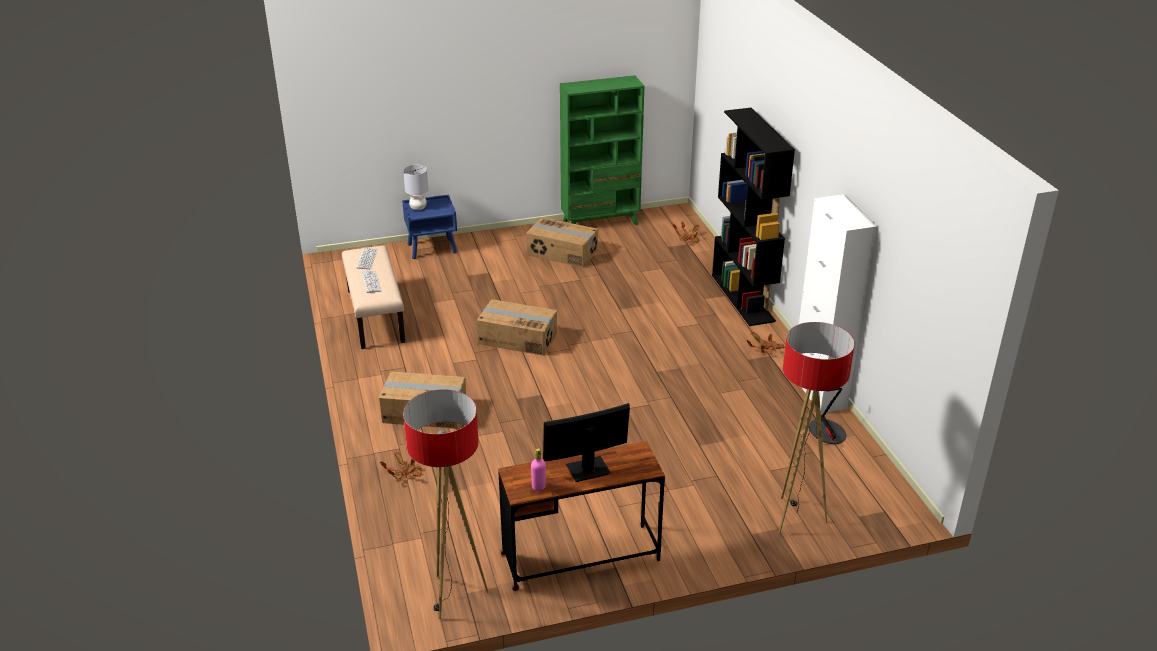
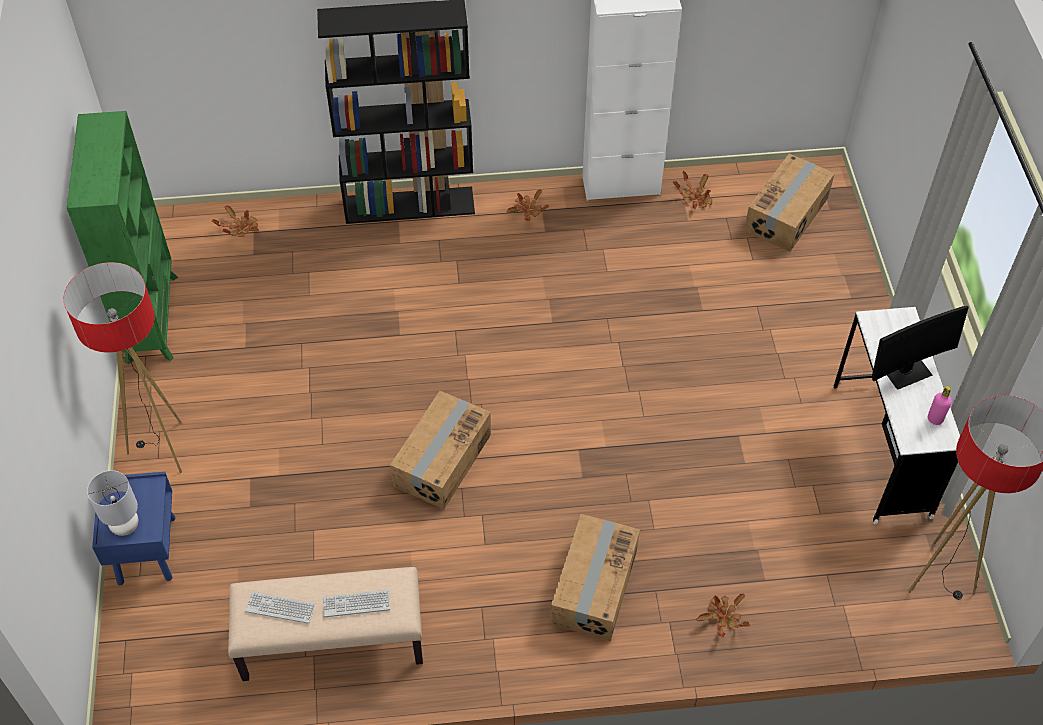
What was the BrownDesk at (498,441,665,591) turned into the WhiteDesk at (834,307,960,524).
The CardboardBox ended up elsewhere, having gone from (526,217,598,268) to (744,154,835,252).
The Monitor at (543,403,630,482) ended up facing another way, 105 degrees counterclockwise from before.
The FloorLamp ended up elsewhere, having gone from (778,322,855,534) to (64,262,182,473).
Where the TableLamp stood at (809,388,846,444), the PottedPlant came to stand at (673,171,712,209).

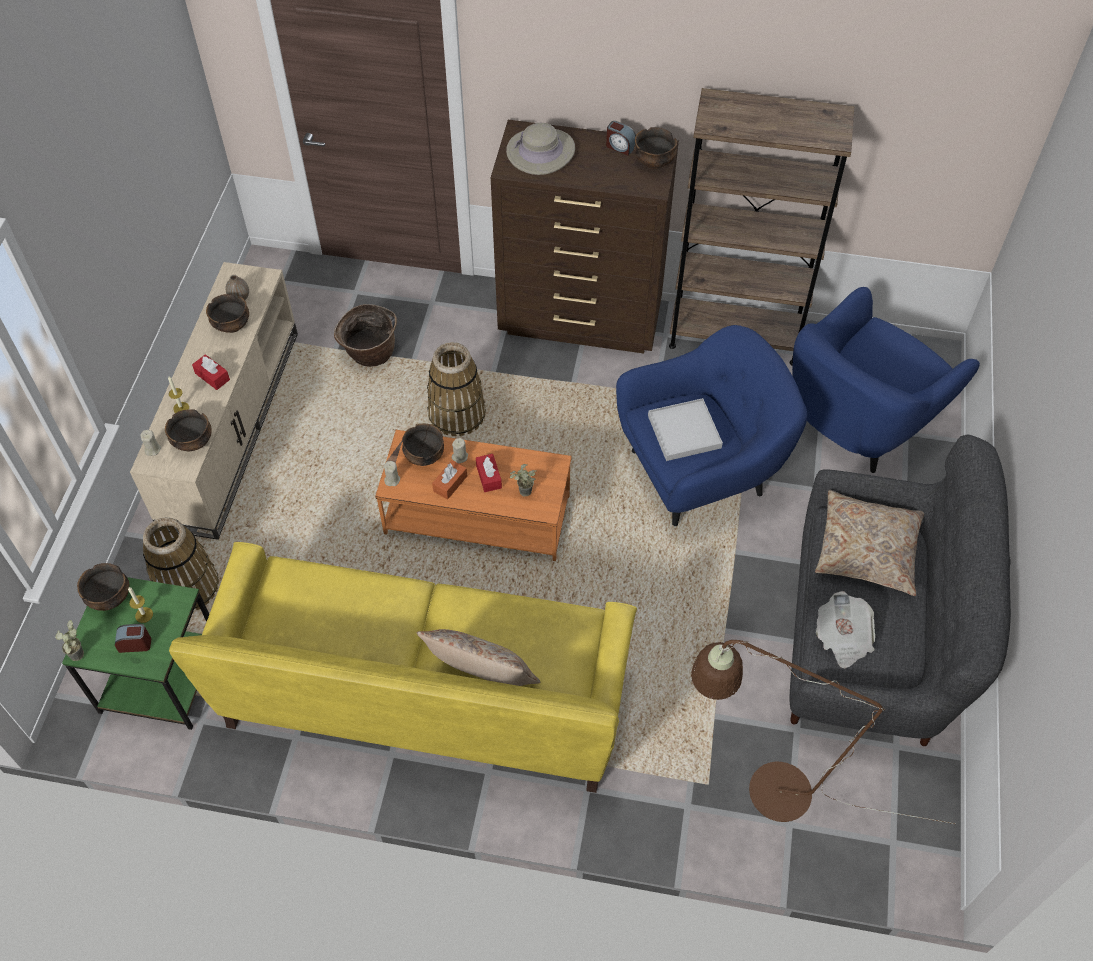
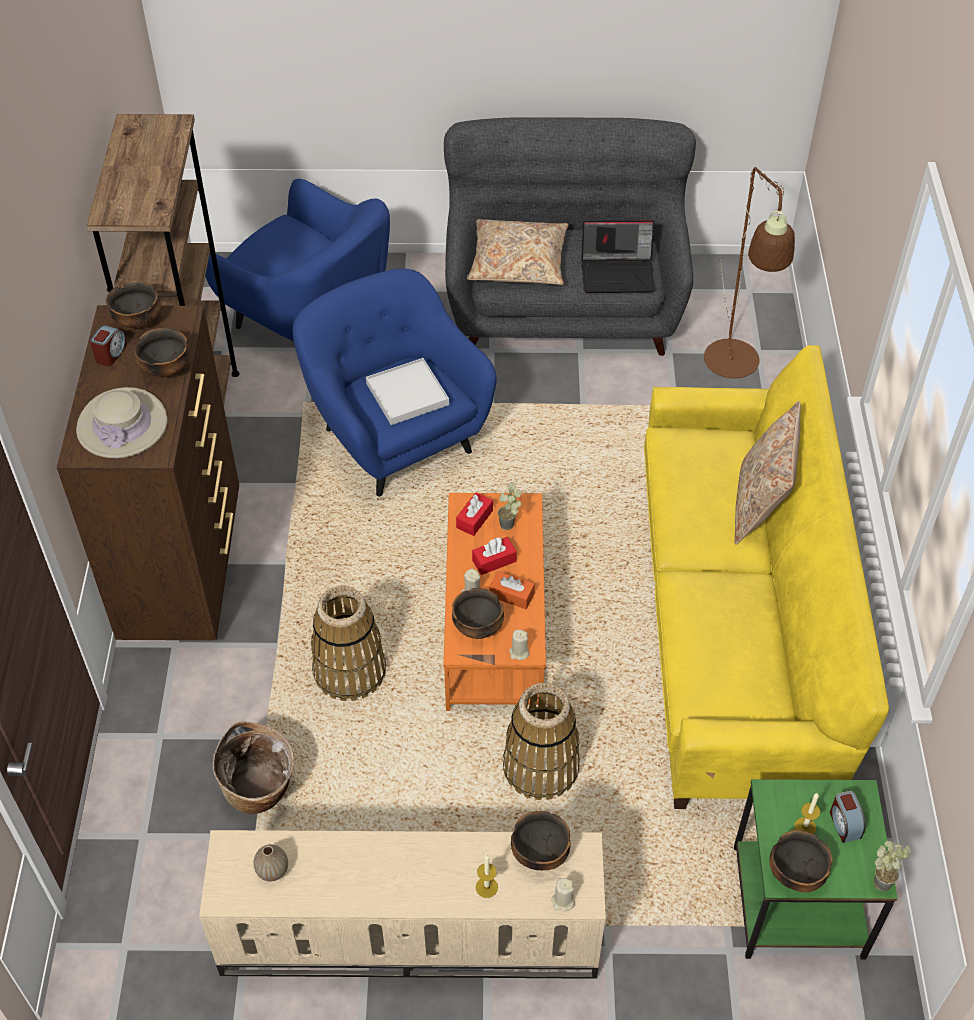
The Basket ended up elsewhere, having gone from (143,517,219,610) to (503,683,580,800).
The RedTissueBox ended up elsewhere, having gone from (192,354,230,390) to (456,492,493,536).
The Bowl ended up elsewhere, having gone from (206,294,249,333) to (134,328,190,377).
Where the Newspaper stood at (816,591,875,669), the Laptop came to stand at (581,220,655,293).

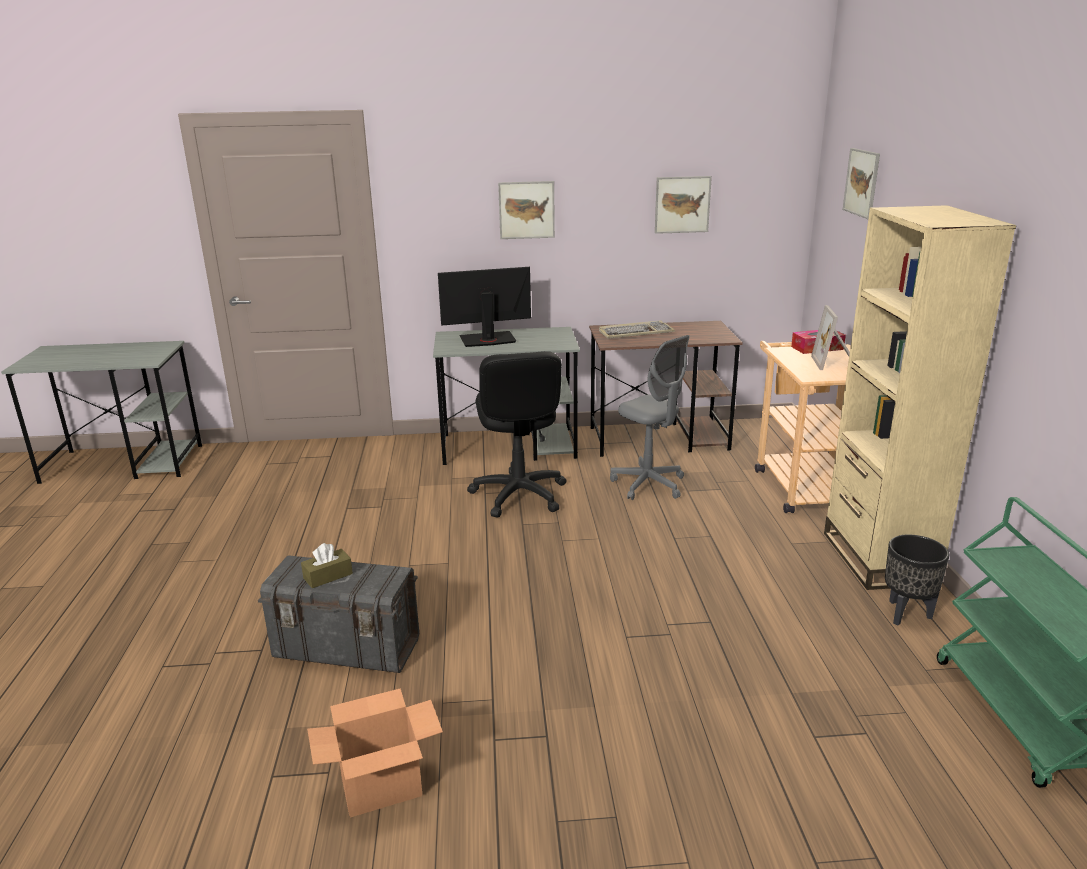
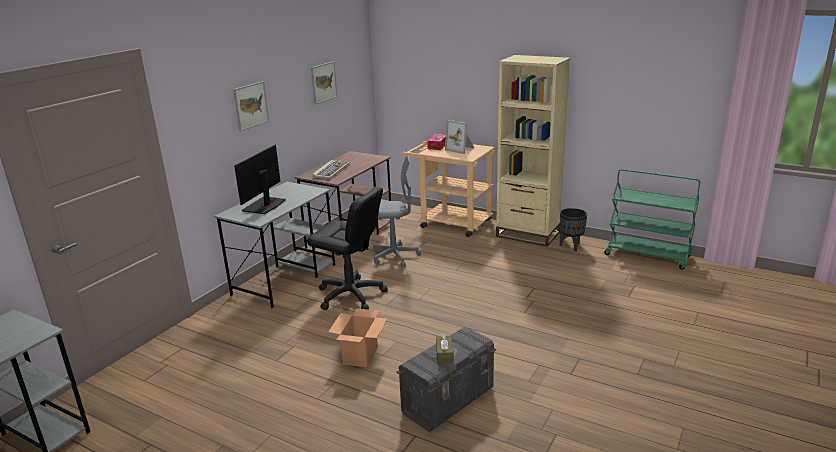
The CardboardBox ended up elsewhere, having gone from (307,688,443,818) to (328,308,387,367).
The second view lost the Picture at (843,148,880,219).

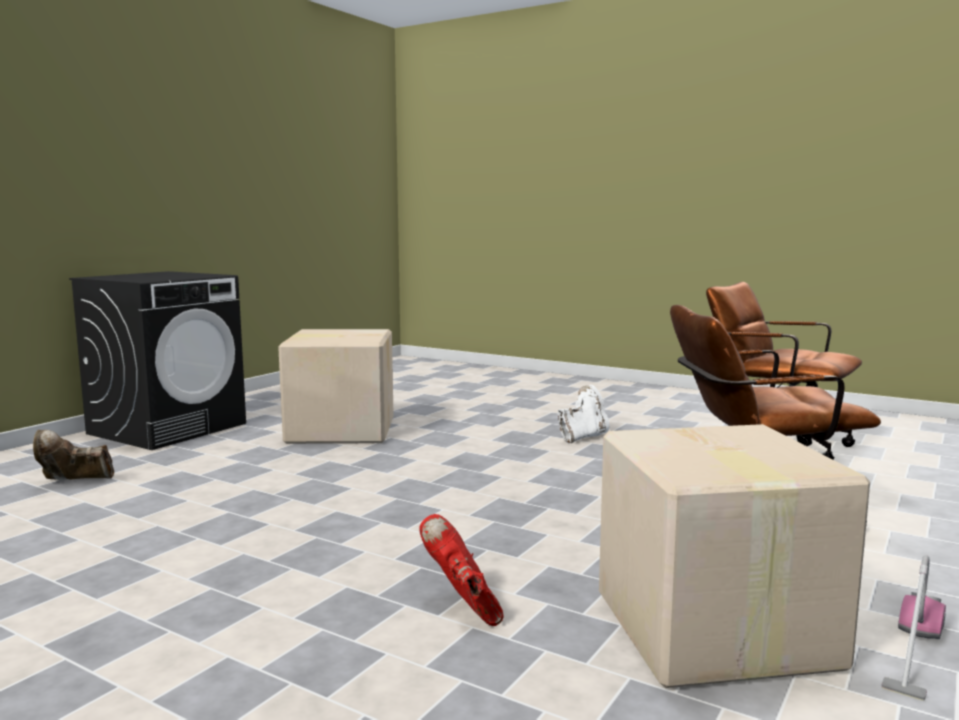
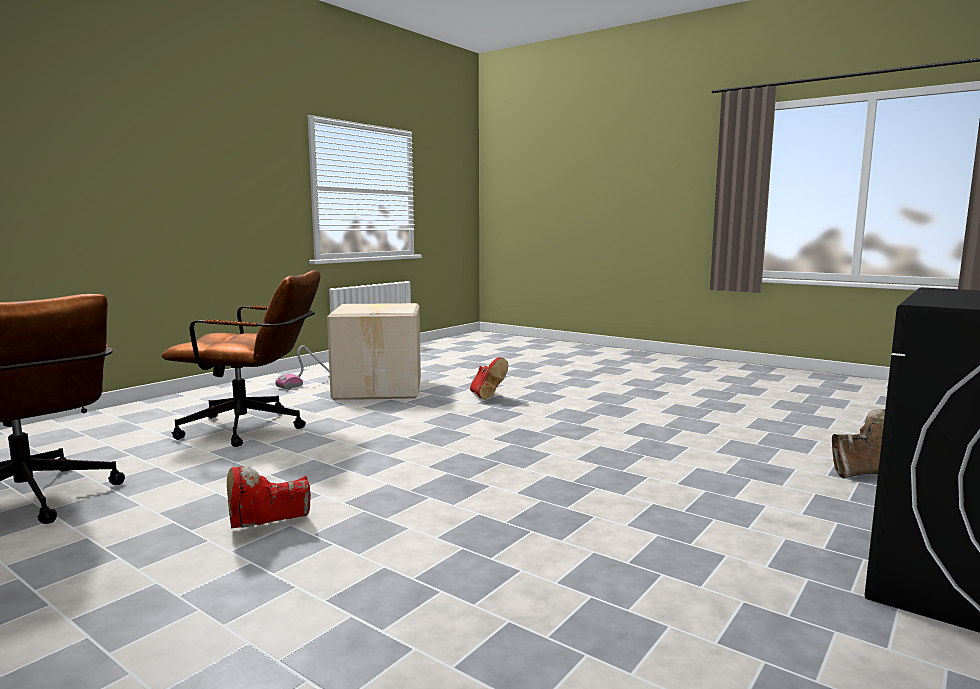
The second view lost the CardboardBox at (278,329,394,444).
What was the WhiteBoot at (557,385,609,444) turned into the RedBoot at (227,466,311,528).

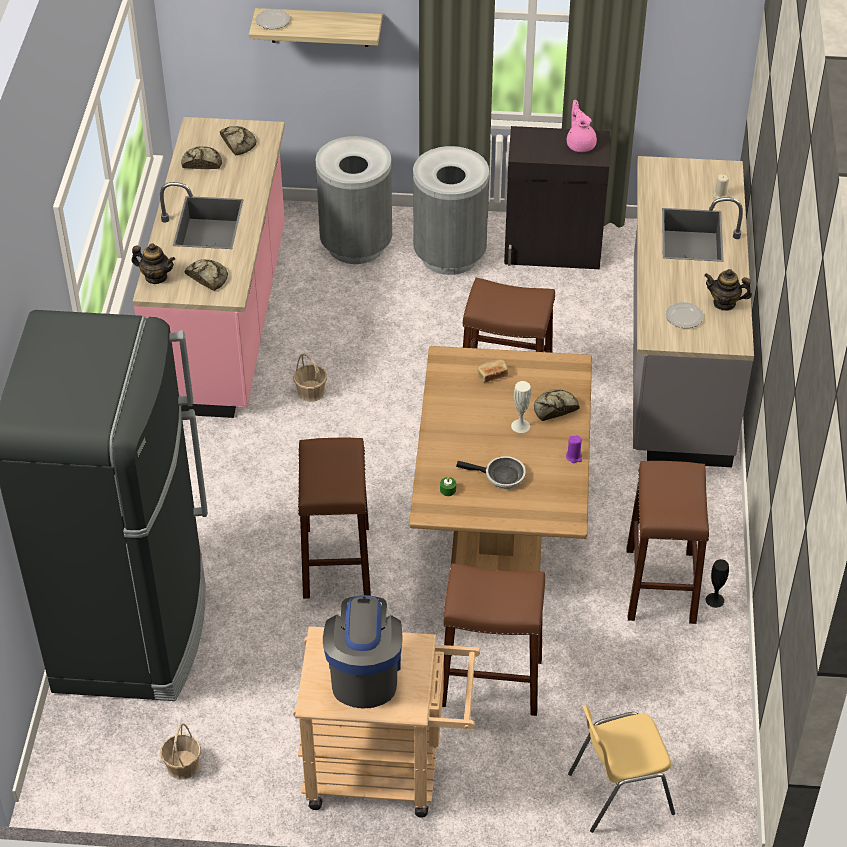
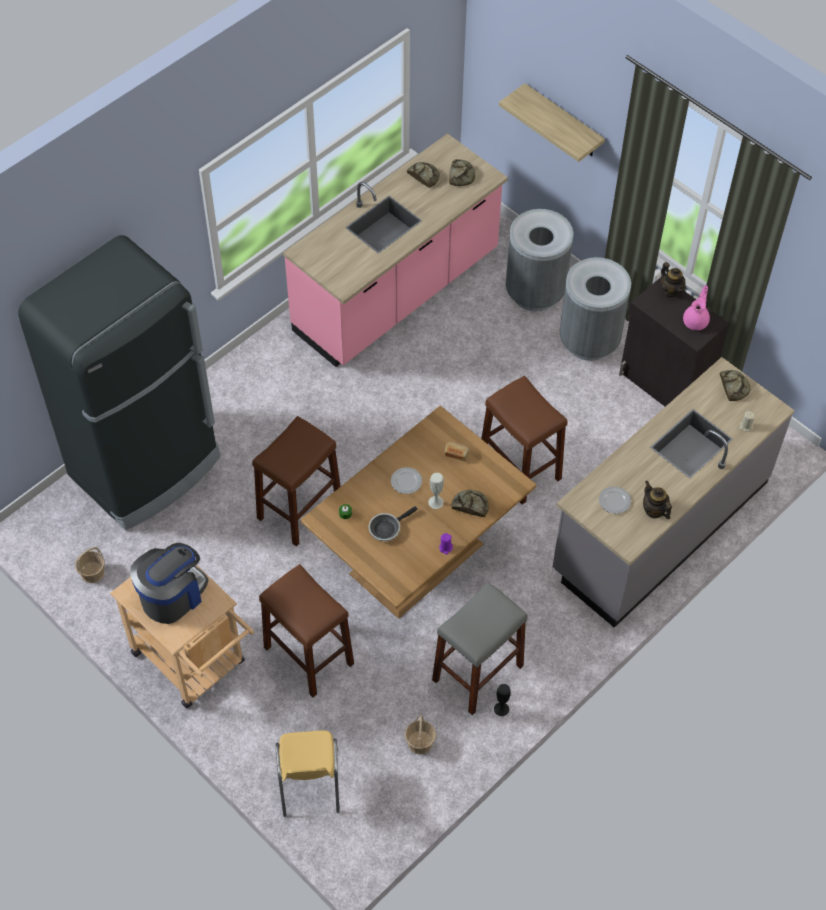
The Teapot ended up elsewhere, having gone from (132,243,175,284) to (661,262,687,297).
The Bread ended up elsewhere, having gone from (185,259,228,291) to (720,370,750,401).
The Plate ended up elsewhere, having gone from (256,9,290,29) to (391,467,422,494).
The Basket ended up elsewhere, having gone from (293,353,327,402) to (405,715,436,755).
The FryingPan at (456,456,526,489) ended up facing another way, 90 degrees clockwise from before.
The YellowChair at (568,705,675,833) ended up facing another way, 120 degrees counterclockwise from before.
What was the BrownStool at (627,461,709,624) turned into the GreyStool at (432,582,528,715).

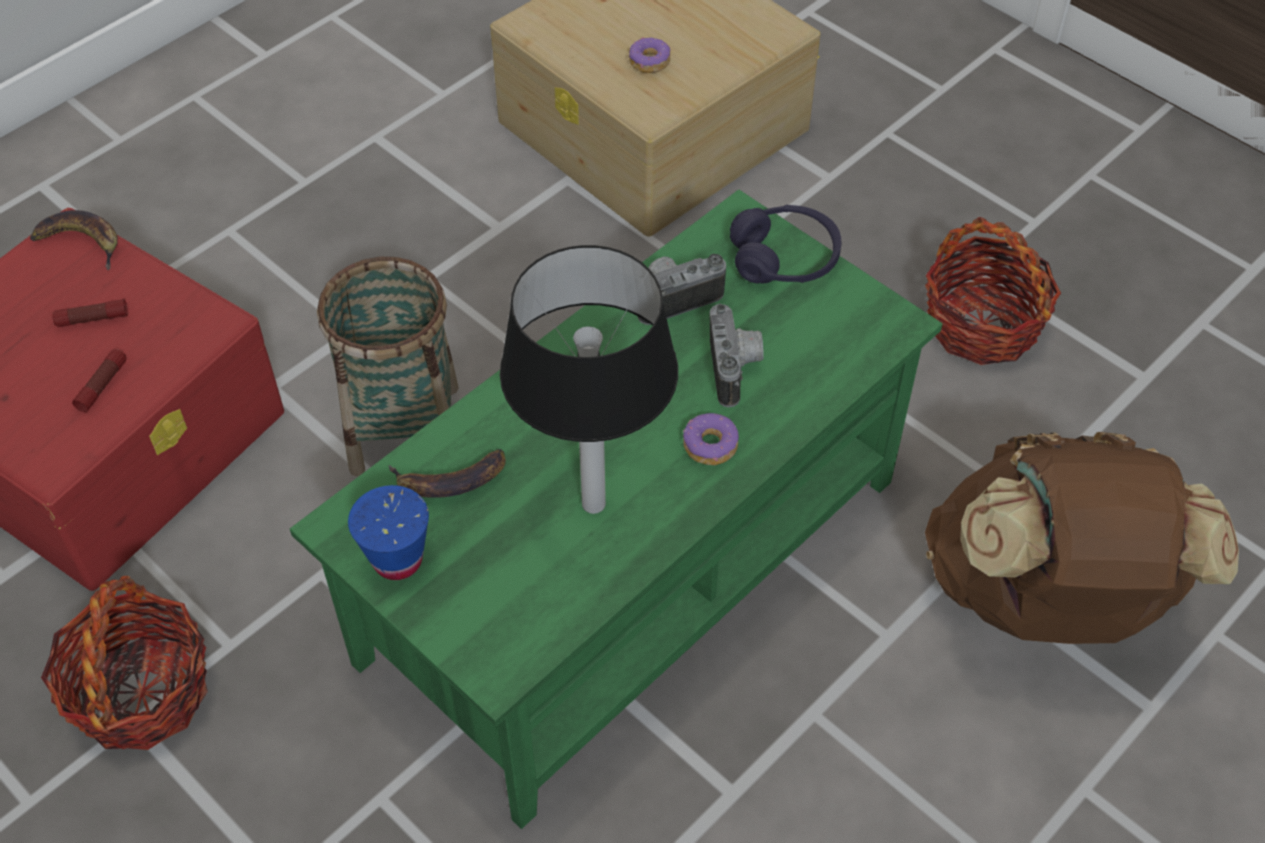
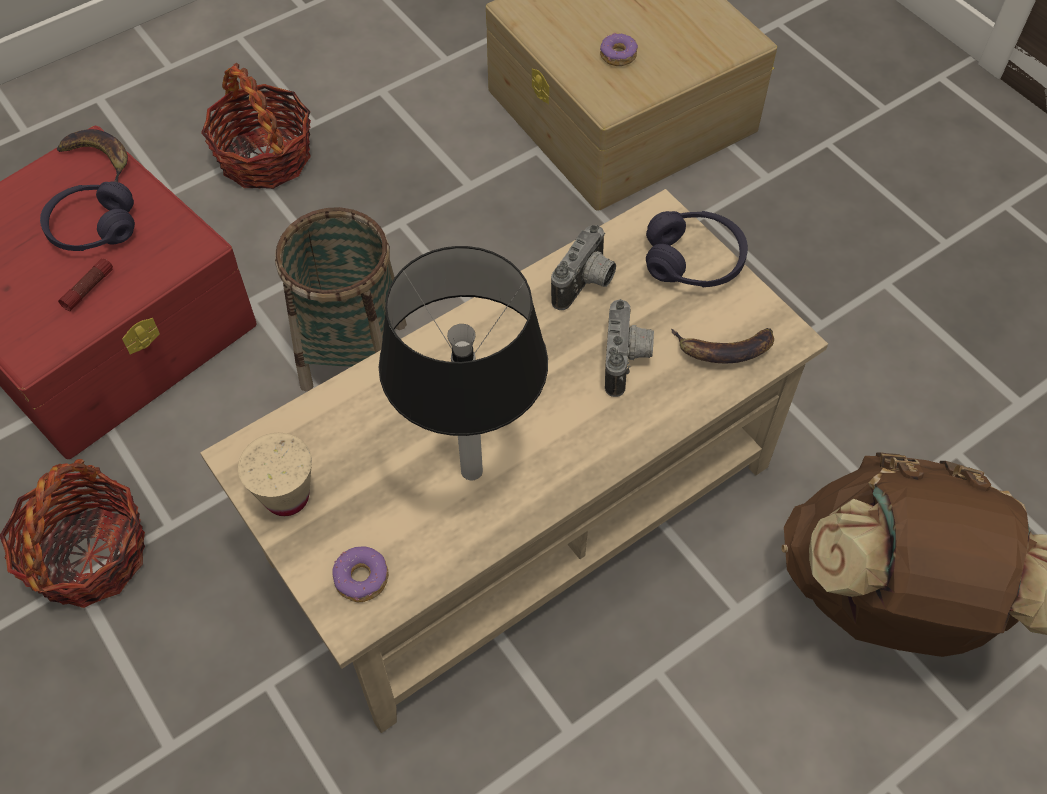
Where the Flashlight stood at (52,299,128,327), the PurpleHeadphones came to stand at (40,181,135,251).
What was the GreenCoffeeTable at (290,189,943,829) turned into the BeigeCoffeeTable at (200,189,828,733).
What was the BlueCup at (348,485,429,580) turned into the BeigeCup at (238,433,312,516).
The Banana ended up elsewhere, having gone from (388,449,506,498) to (671,328,774,363).
The PhotoCamera at (638,254,726,325) ended up facing another way, 135 degrees clockwise from before.
The Donut ended up elsewhere, having gone from (683,413,739,465) to (332,546,389,602).
The Basket ended up elsewhere, having gone from (925,217,1061,365) to (201,63,311,189).

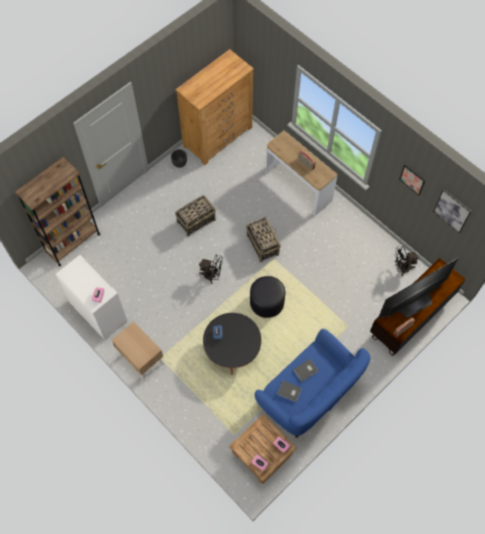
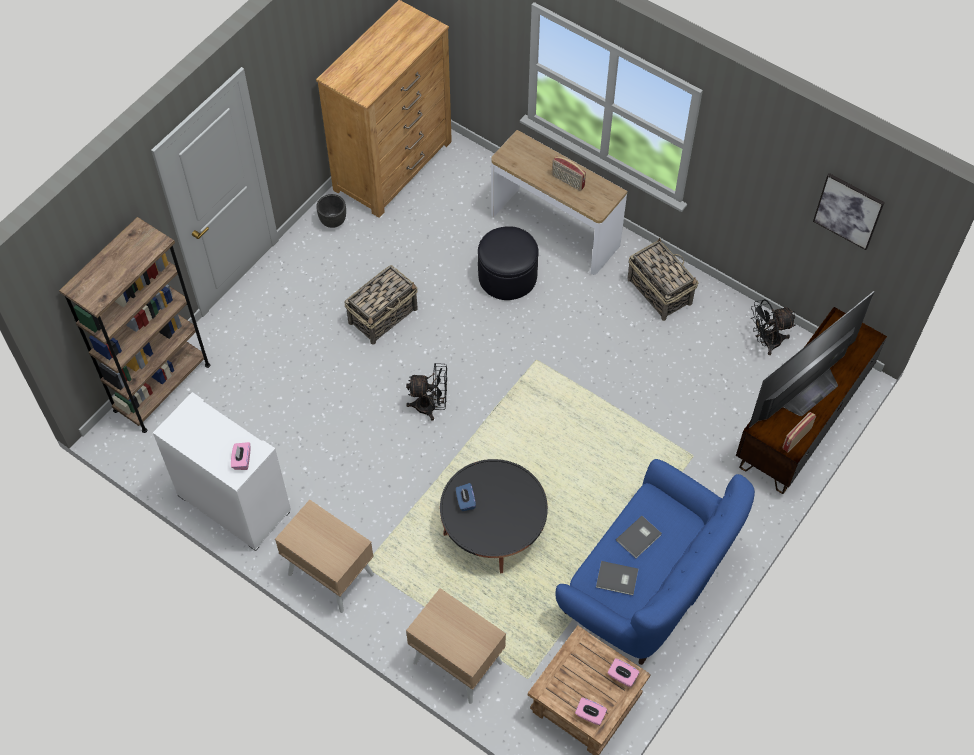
The Basket ended up elsewhere, having gone from (246,217,281,262) to (627,238,698,321).
The BlackOttoman ended up elsewhere, having gone from (250,276,286,318) to (478,226,539,300).
The second view lost the Picture at (399,165,425,195).
The second view gained the BeigeNightstand at (406,588,506,704).

